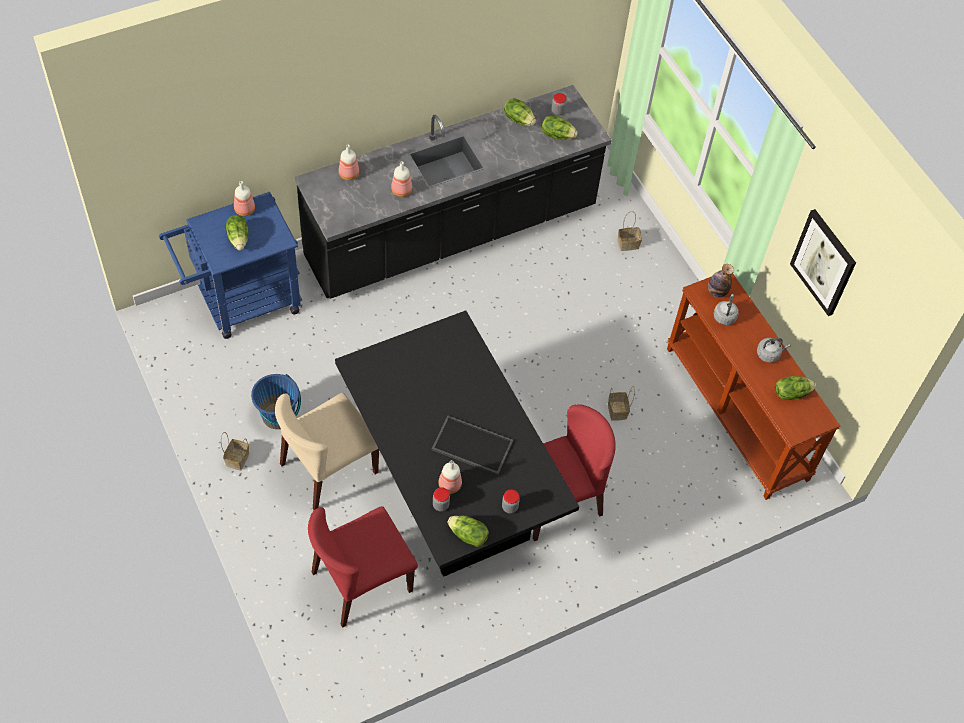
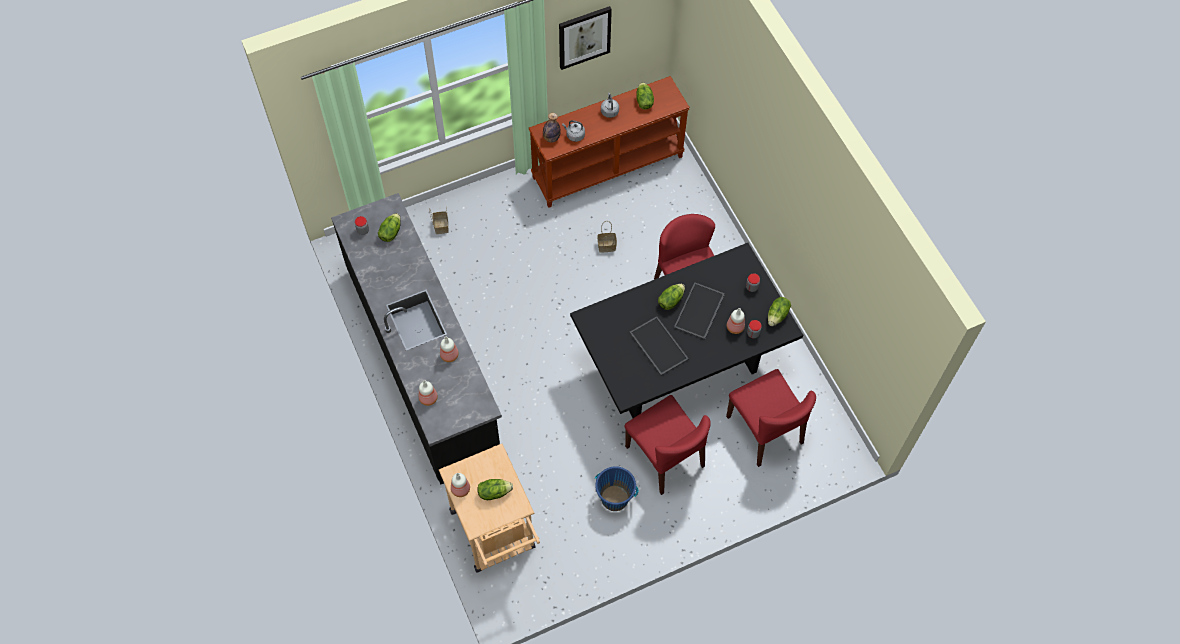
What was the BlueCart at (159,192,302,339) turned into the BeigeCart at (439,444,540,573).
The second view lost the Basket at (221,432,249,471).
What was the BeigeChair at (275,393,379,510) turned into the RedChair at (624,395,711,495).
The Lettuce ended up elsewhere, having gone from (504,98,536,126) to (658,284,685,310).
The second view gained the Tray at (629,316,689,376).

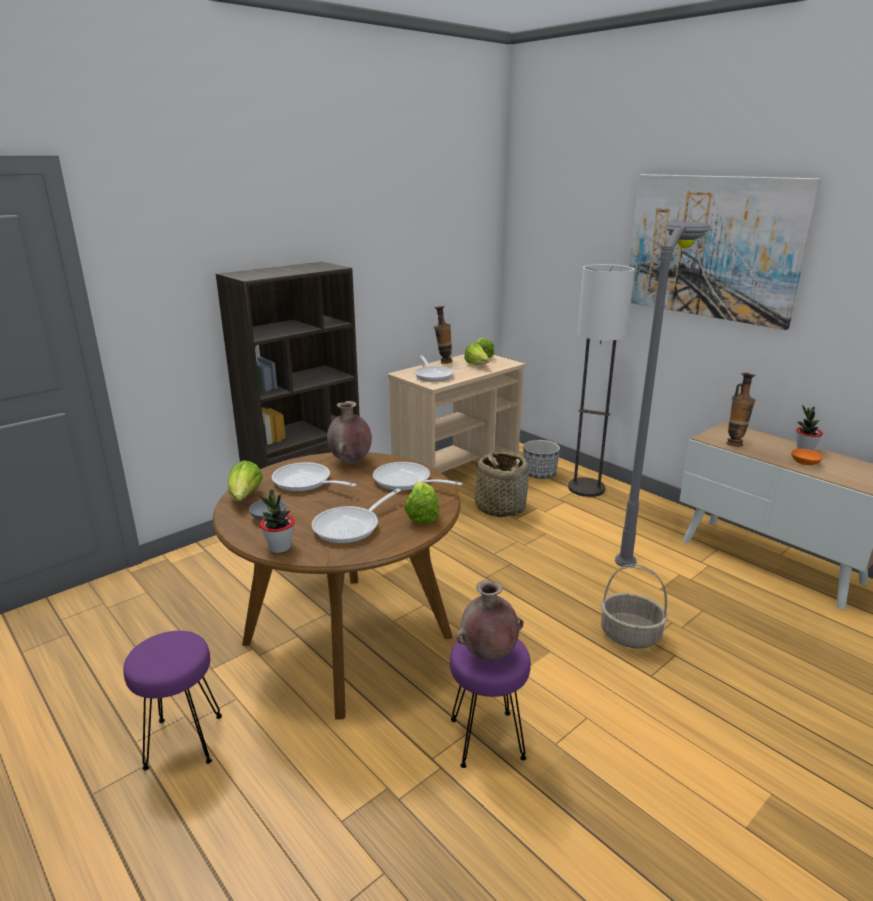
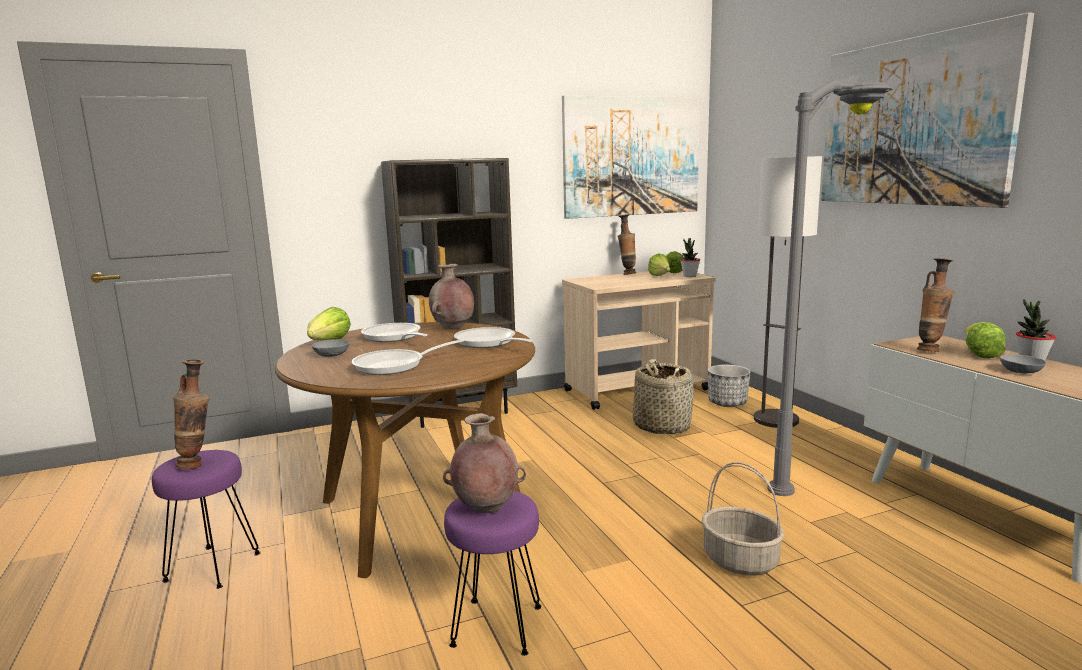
The PottedPlant ended up elsewhere, having gone from (260,490,295,553) to (680,238,700,277).
The Lettuce ended up elsewhere, having gone from (404,482,440,524) to (965,322,1006,358).
The second view lost the FryingPan at (414,355,454,381).
What was the OrangeBowl at (791,449,823,465) turned into the GreyBowl at (1000,354,1046,373).
The second view gained the Vase at (173,359,210,469).
The second view gained the Picture at (562,95,700,219).

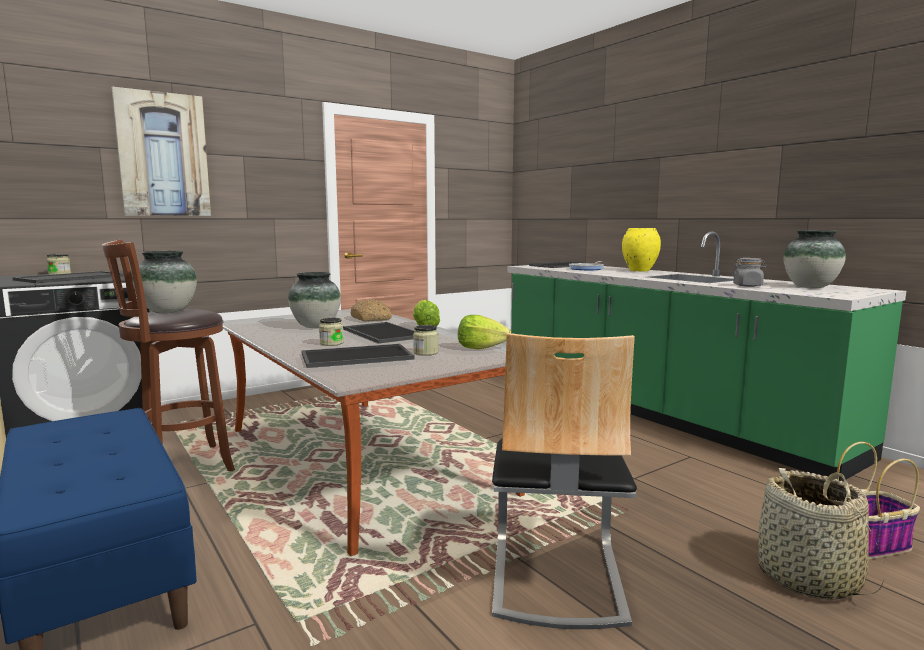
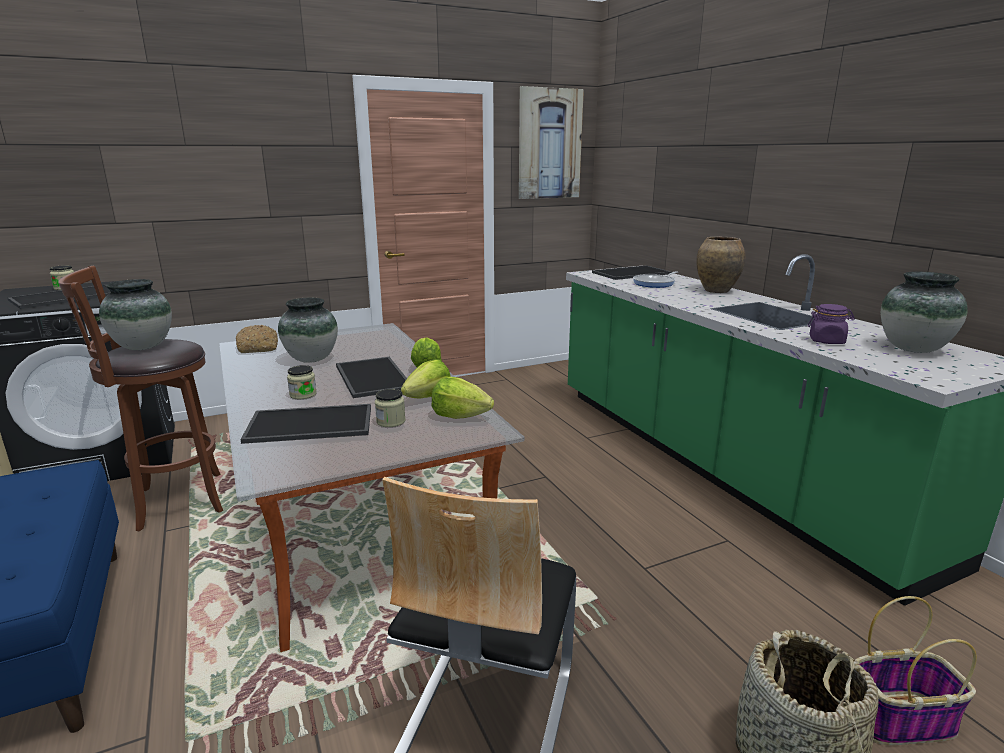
The Picture ended up elsewhere, having gone from (112,87,211,216) to (519,86,584,199).
The Bread ended up elsewhere, having gone from (351,299,392,322) to (236,325,278,353).
What was the YellowVase at (622,228,661,271) turned into the BrownVase at (696,236,746,293).
What was the GreyJar at (732,258,767,287) turned into the PurpleJar at (808,304,855,344).
The second view gained the Lettuce at (401,359,451,399).

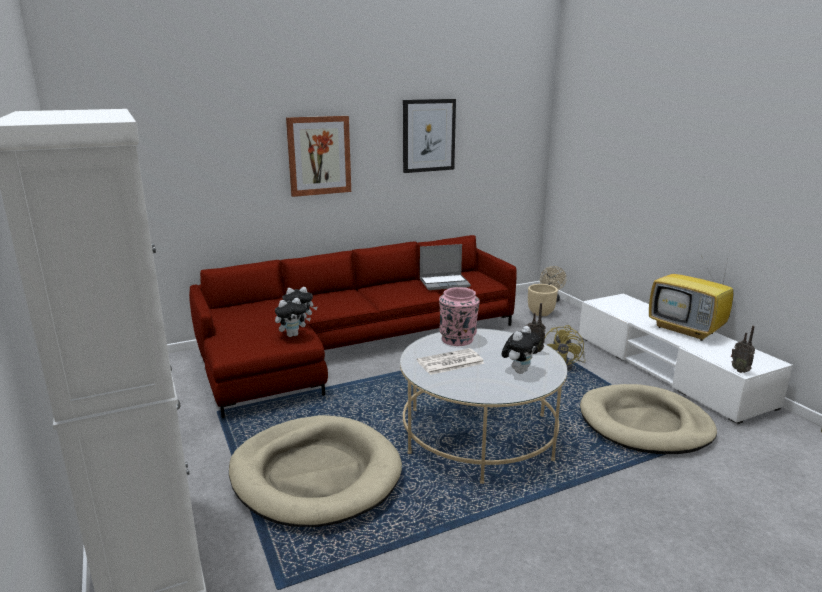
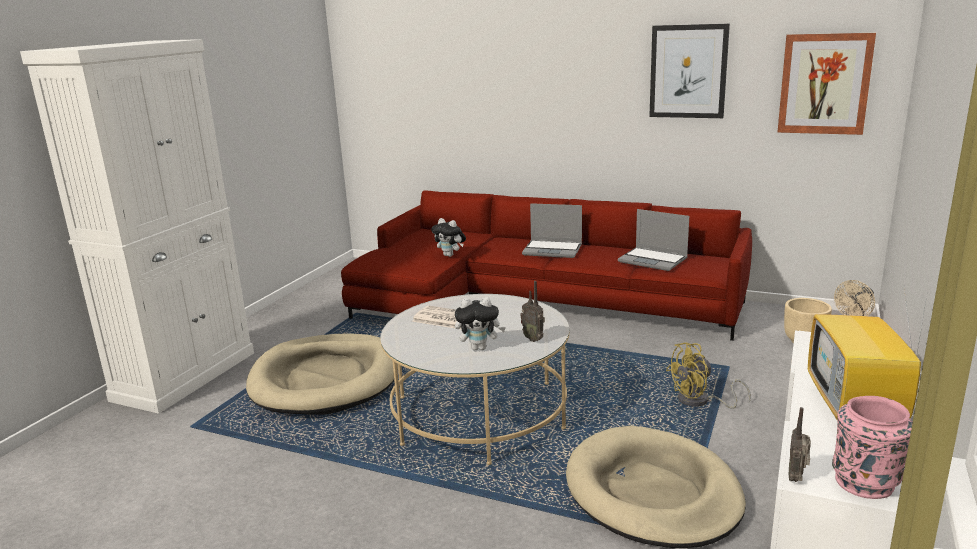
The second view lost the PlushToy at (275,298,311,337).
The Picture ended up elsewhere, having gone from (286,116,351,197) to (777,33,876,135).
The PinkVase ended up elsewhere, having gone from (439,287,480,346) to (832,396,913,499).
The second view gained the Laptop at (522,203,582,258).

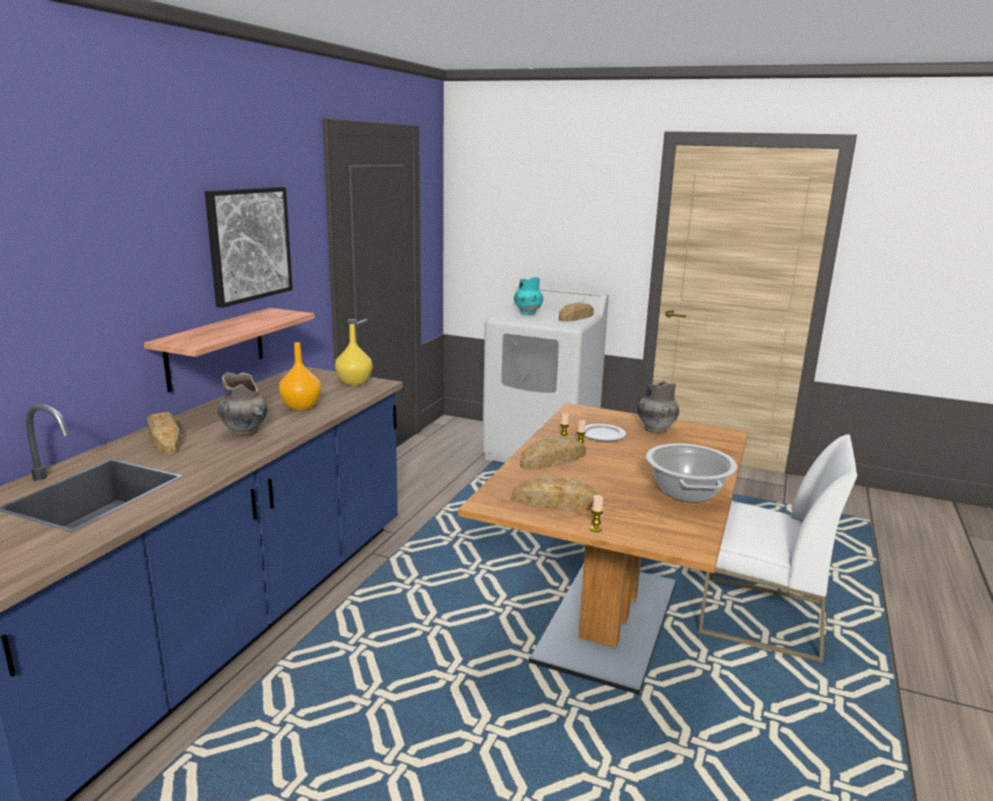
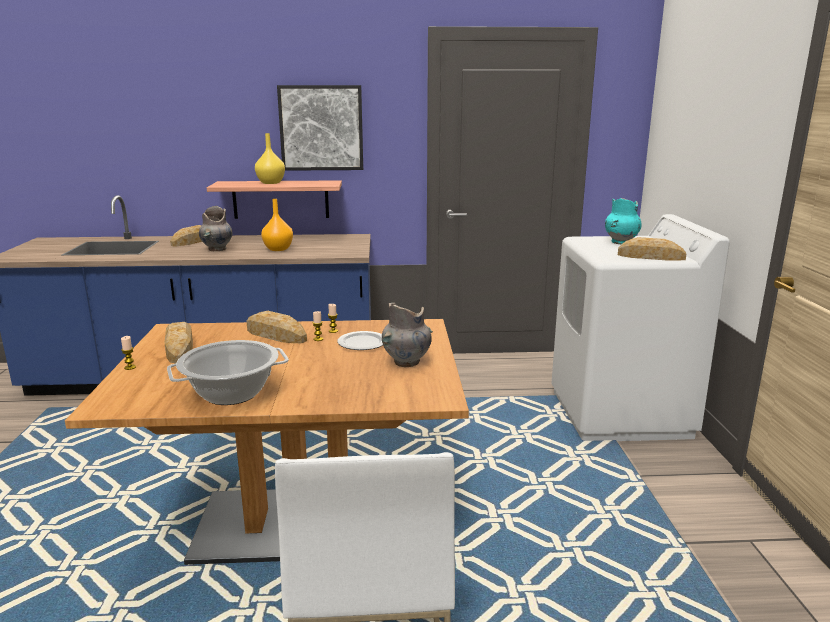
The YellowVase ended up elsewhere, having gone from (335,324,372,386) to (255,133,285,184).

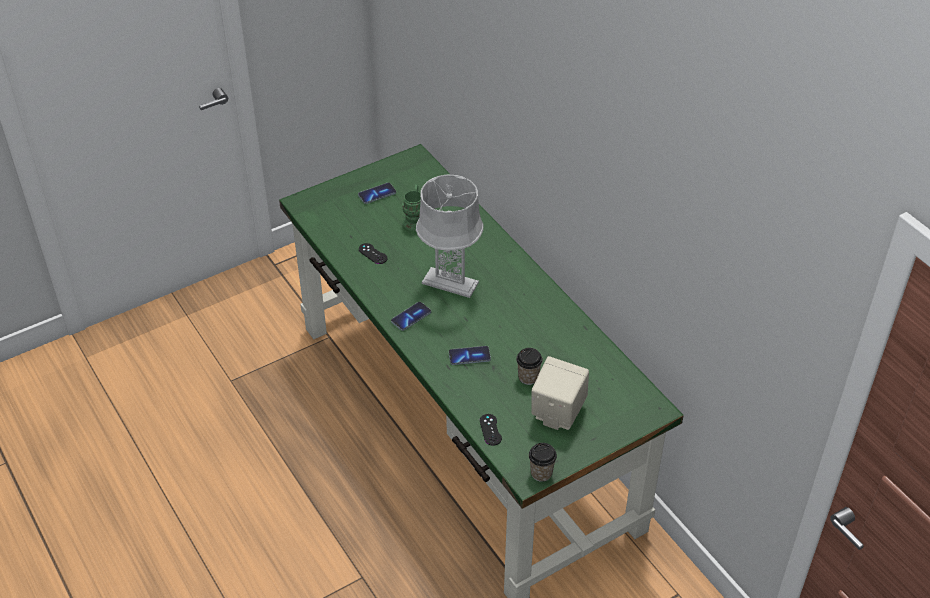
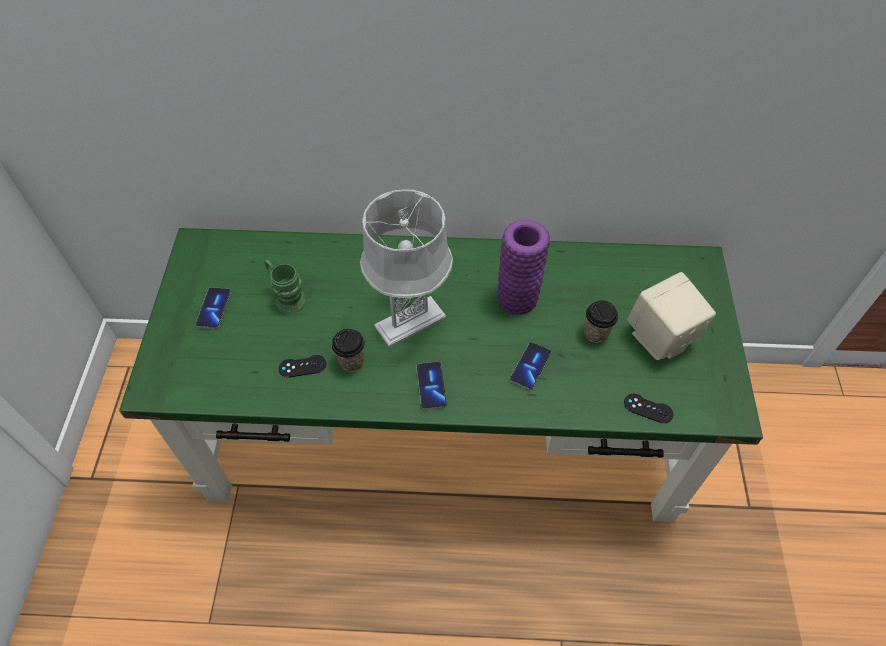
The Cup ended up elsewhere, having gone from (529,443,557,482) to (332,329,365,372).
The second view gained the PurpleVase at (497,220,550,315).

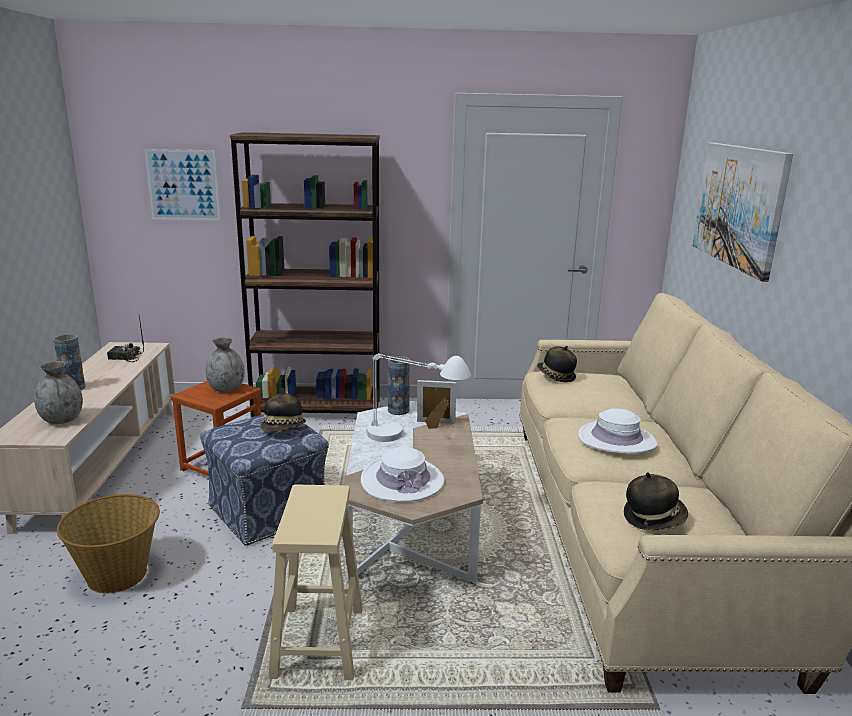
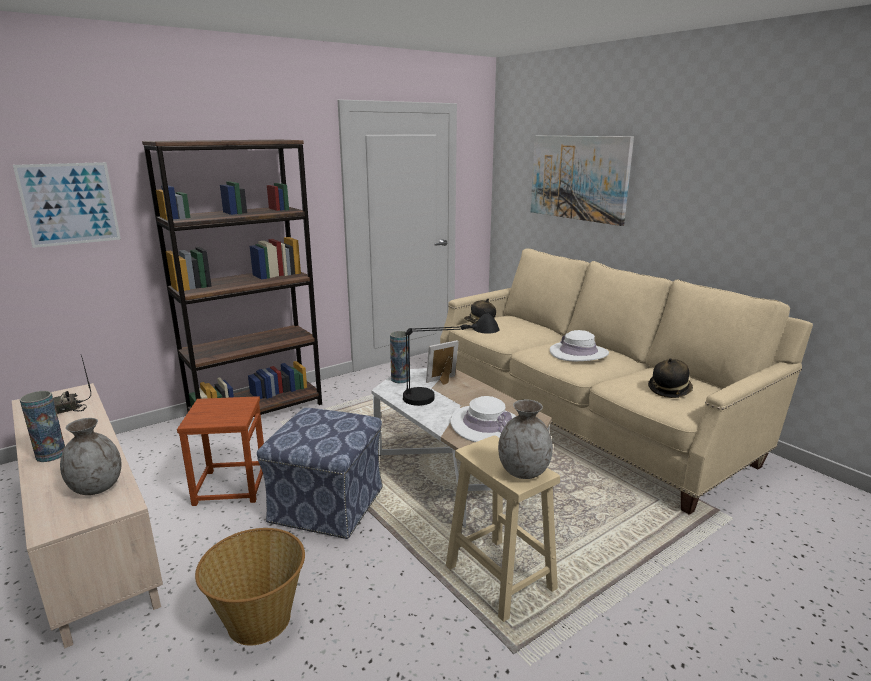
The GreyVase ended up elsewhere, having gone from (205,337,245,392) to (498,399,553,479).
The second view lost the Hat at (260,388,306,432).
What was the WhiteTableLamp at (366,353,471,442) turned into the BlackTableLamp at (403,313,500,406).

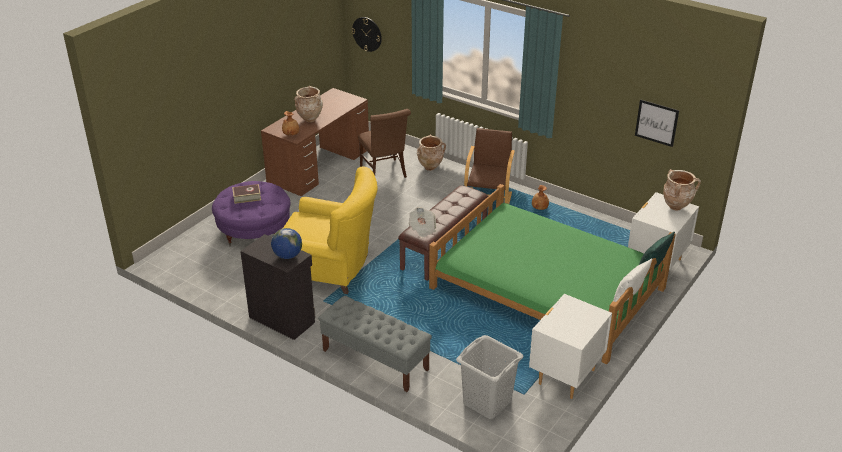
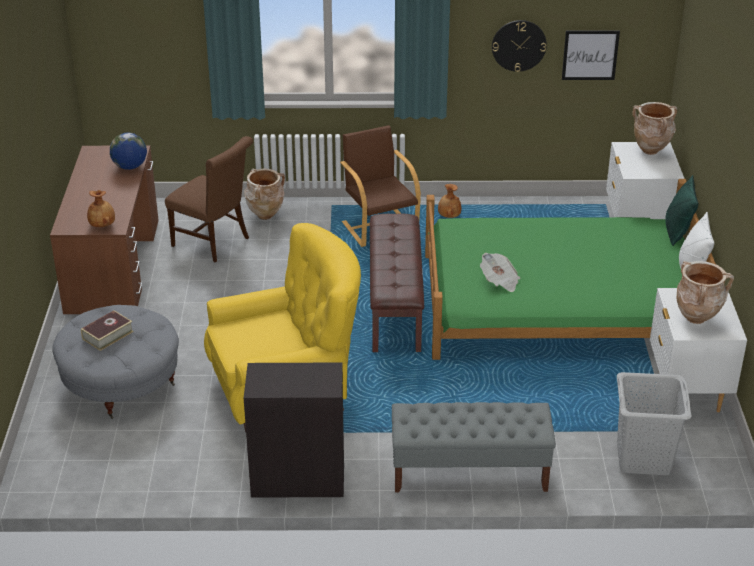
What was the PurpleOttoman at (212,181,291,246) turned into the GreyOttoman at (52,305,179,419).
The Globe ended up elsewhere, having gone from (271,228,302,259) to (110,133,147,170).
The BeigeVase ended up elsewhere, having gone from (294,86,323,122) to (677,261,734,324).
The WallClock ended up elsewhere, having gone from (352,17,382,52) to (492,20,547,72).
The Newspaper ended up elsewhere, having gone from (409,207,436,238) to (480,253,521,292).

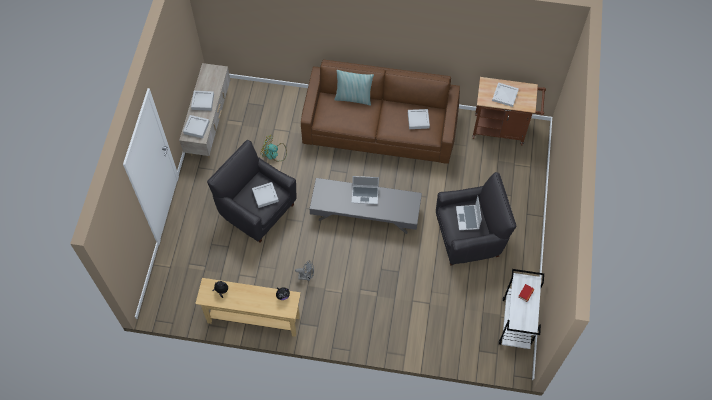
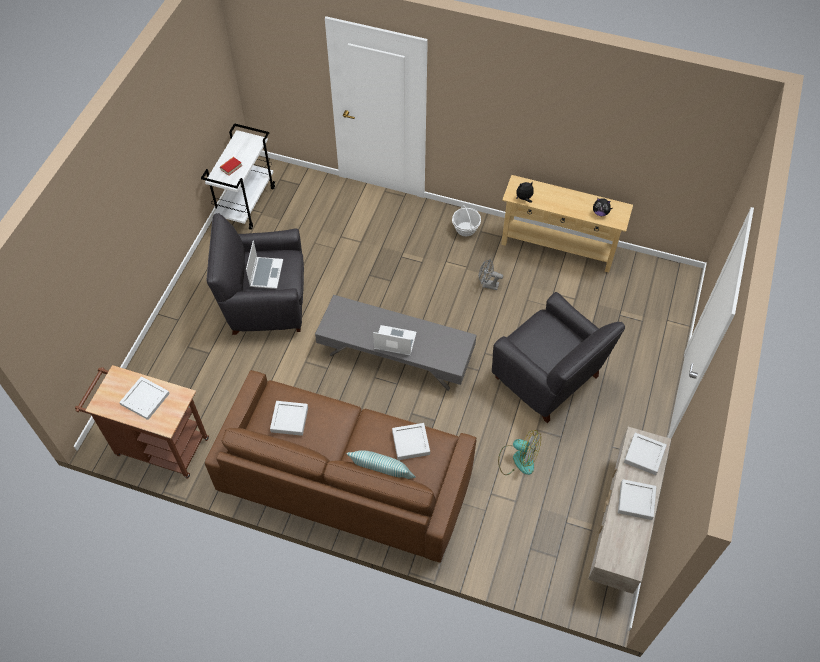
The GreyTray ended up elsewhere, having gone from (252,182,279,208) to (392,423,430,460).
The second view gained the Basket at (452,205,481,237).

